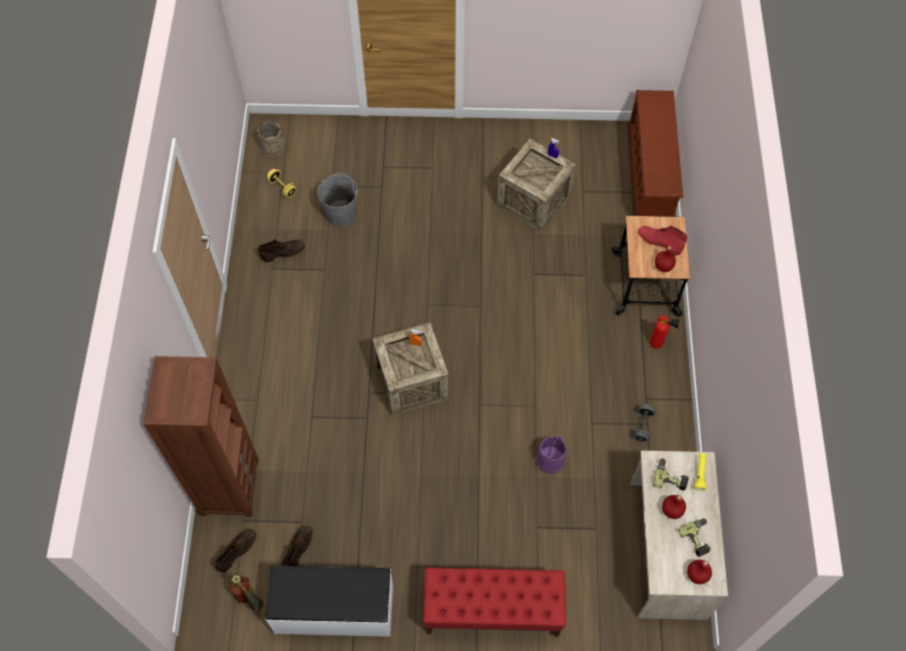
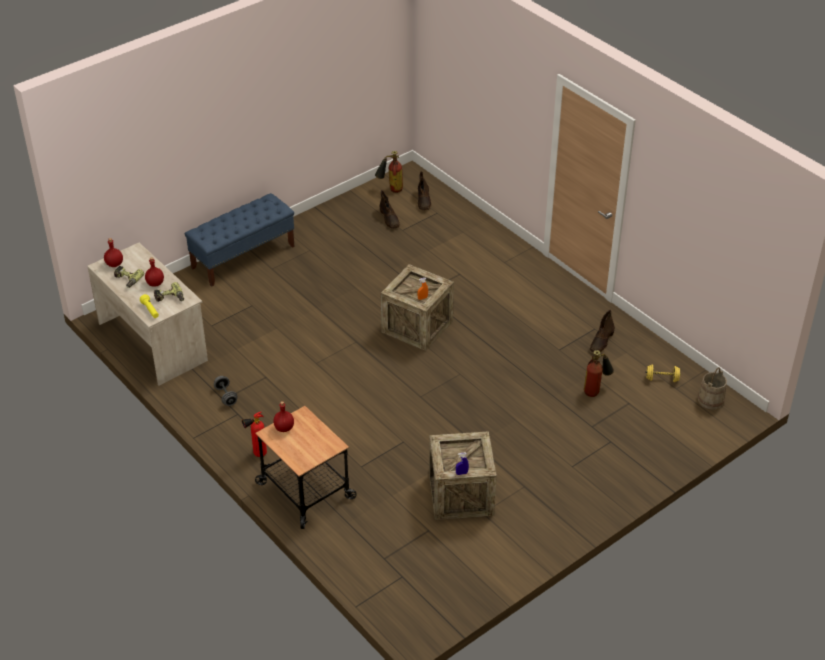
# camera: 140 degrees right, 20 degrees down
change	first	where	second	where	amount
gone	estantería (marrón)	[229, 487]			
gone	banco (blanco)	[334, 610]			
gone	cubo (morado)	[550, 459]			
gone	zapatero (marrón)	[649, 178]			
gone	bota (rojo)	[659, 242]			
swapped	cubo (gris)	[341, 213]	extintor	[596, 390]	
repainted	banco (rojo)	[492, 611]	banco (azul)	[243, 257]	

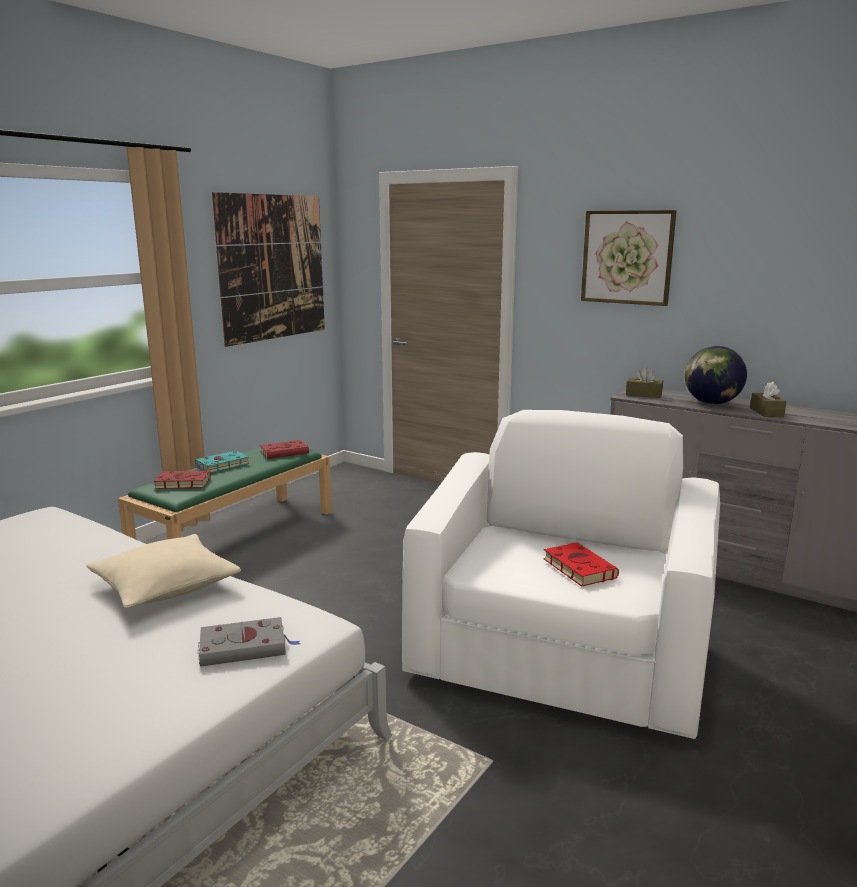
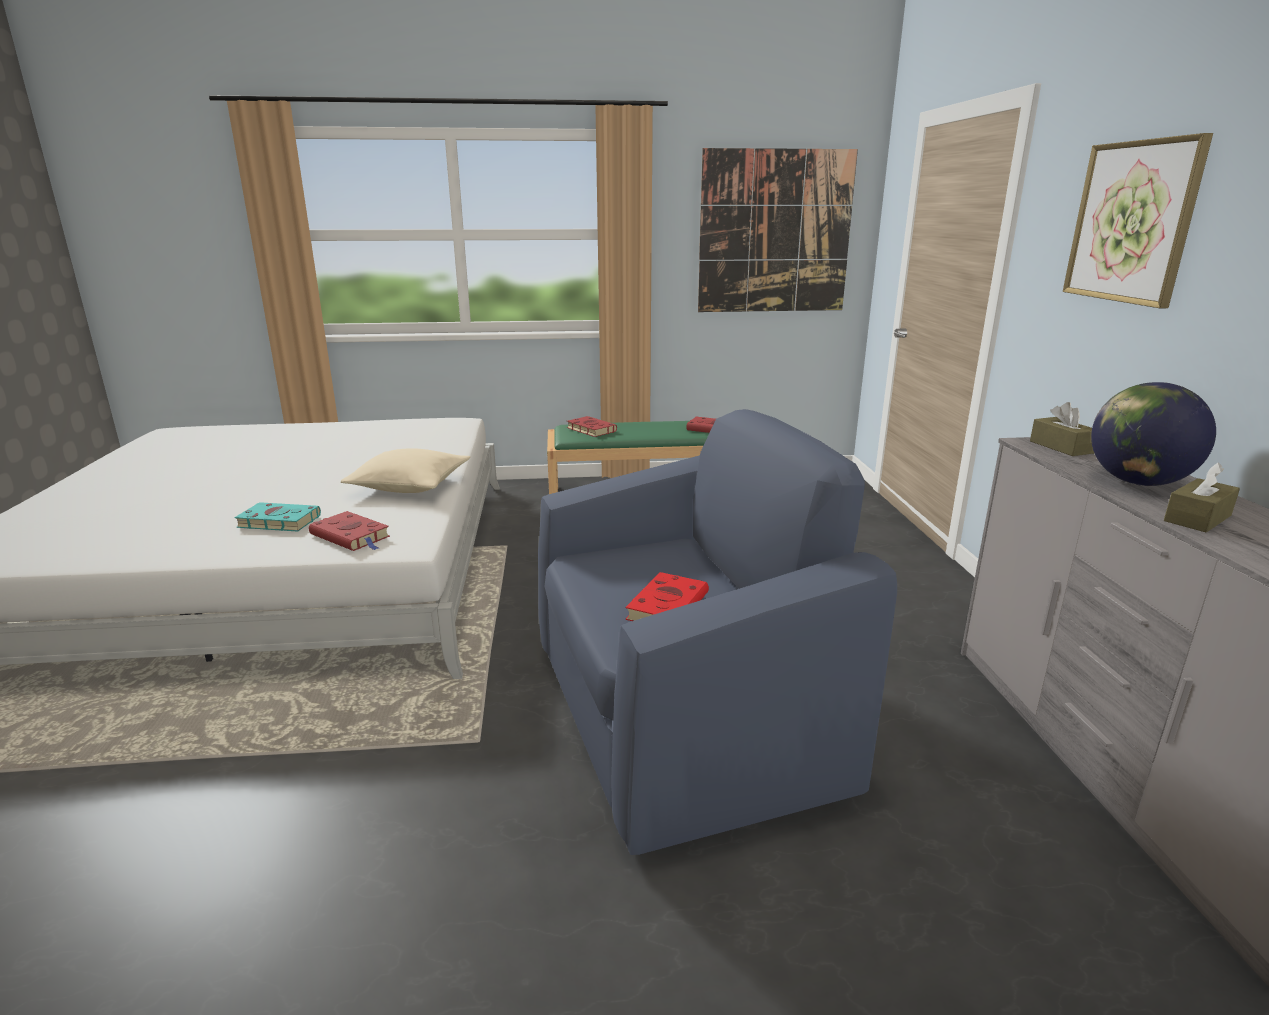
# camera: 50 degrees right, 5 degrees up
change	first	where	second	where	amount
shifted	libro (turquesa)	[221, 465]		[277, 521]	
repainted	libro (gris)	[246, 647]	libro (rojo)	[352, 536]	
repainted	sillón (blanco)	[559, 661]	sillón (azul)	[681, 716]	

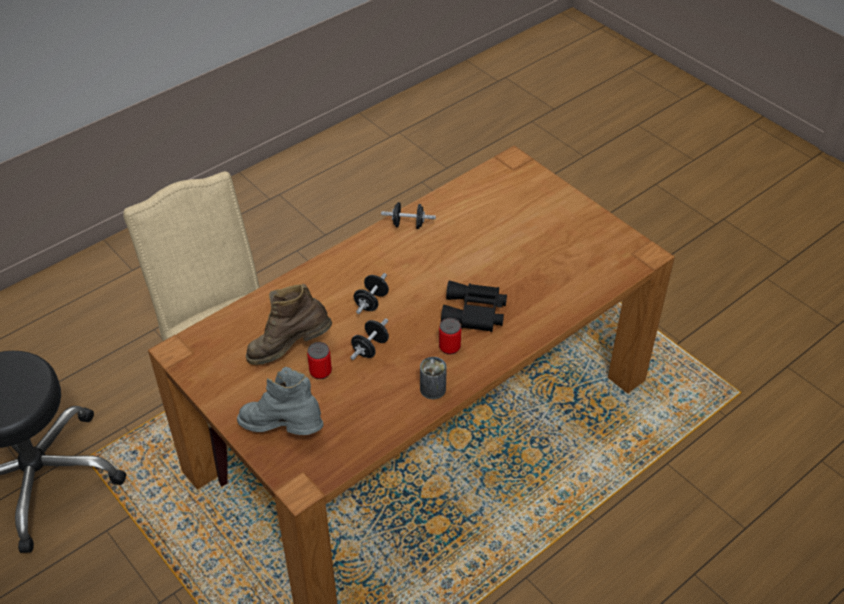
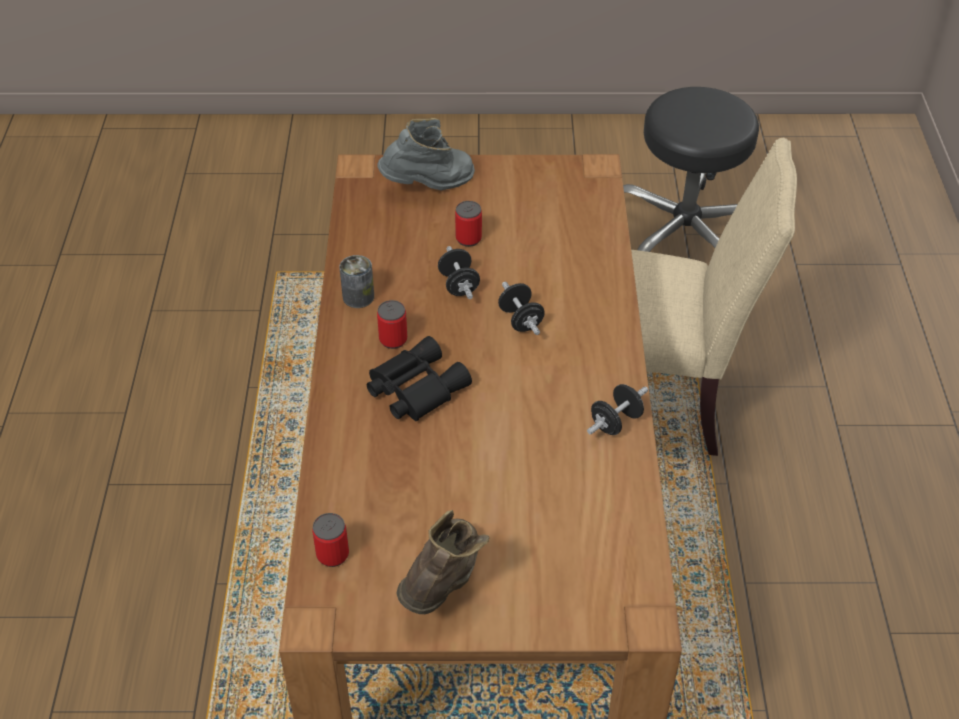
# camera: 130 degrees right, 0 degrees up
change	first	where	second	where	amount
new			lata	[332, 554]	
shifted	bota (marrón)	[289, 349]		[444, 584]	

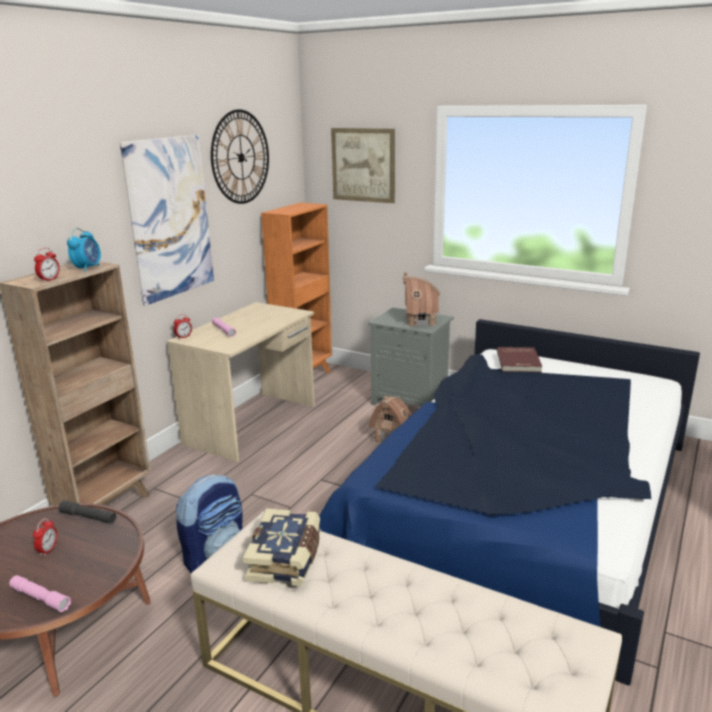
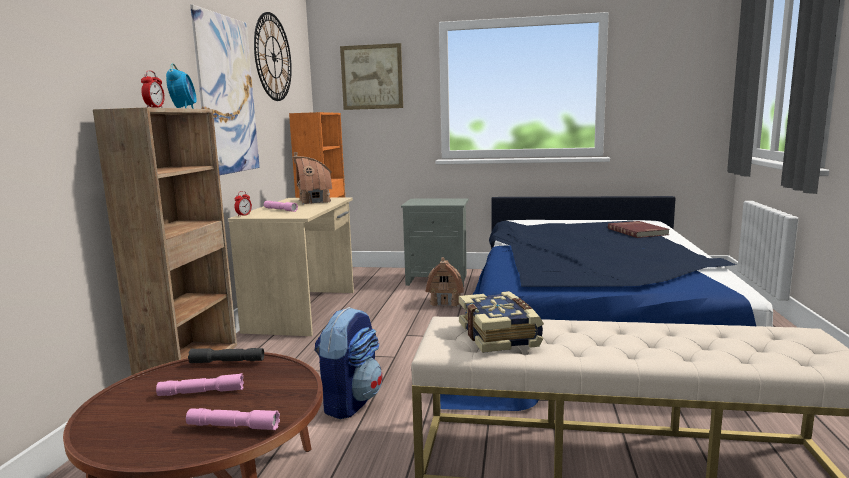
# camera: 20 degrees left, 10 degrees down
change	first	where	second	where	amount
shifted	casita	[420, 321]		[314, 201]	
shifted	libro (rojo)	[519, 362]		[638, 231]	
swapped	despertador	[48, 550]	linterna (rosa)	[201, 392]	

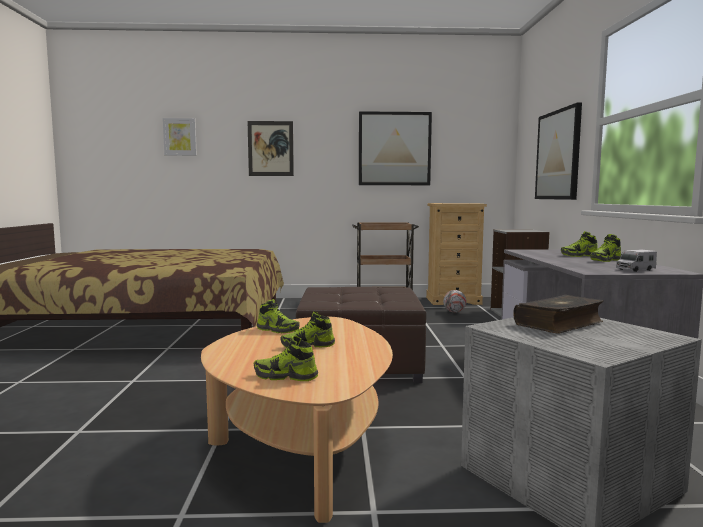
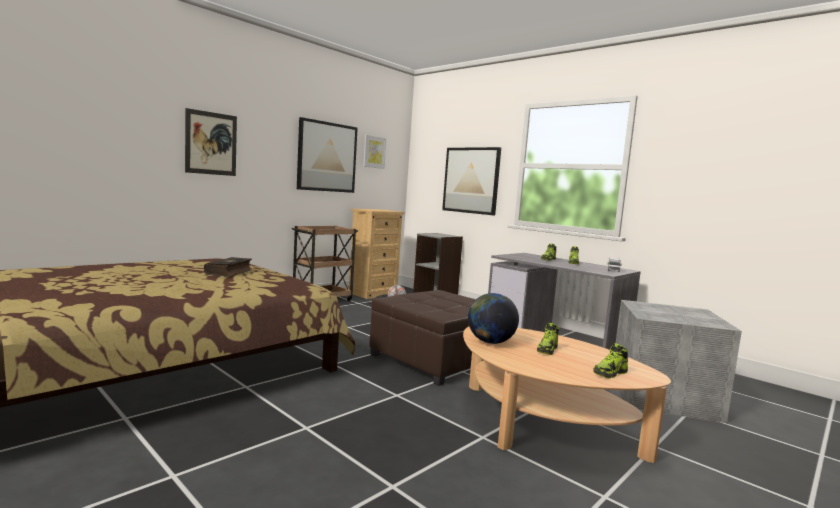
# camera: 45 degrees left, 0 degrees up
change	first	where	second	where	amount
shifted	cuadro	[180, 137]		[374, 152]	
shifted	libro	[559, 324]		[229, 272]	
swapped	zapato	[278, 330]	globo terráqueo	[490, 342]	

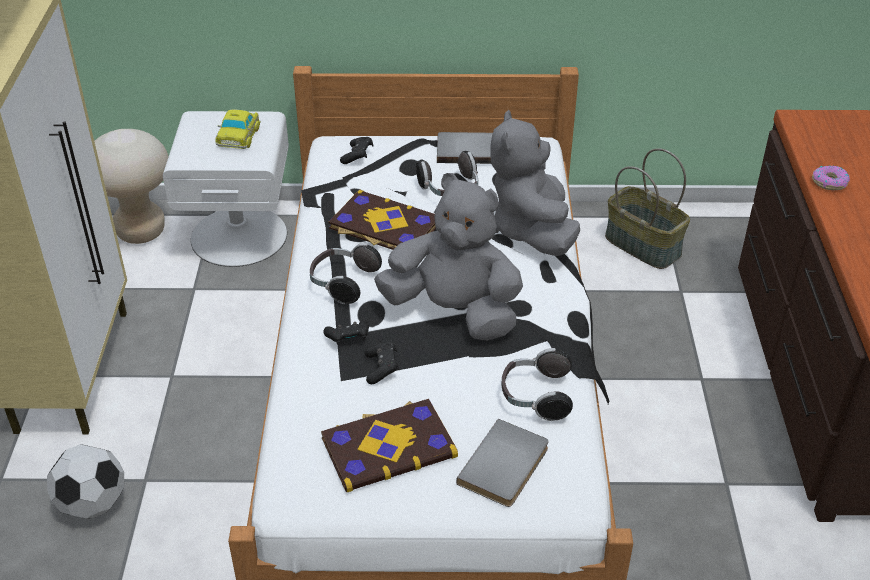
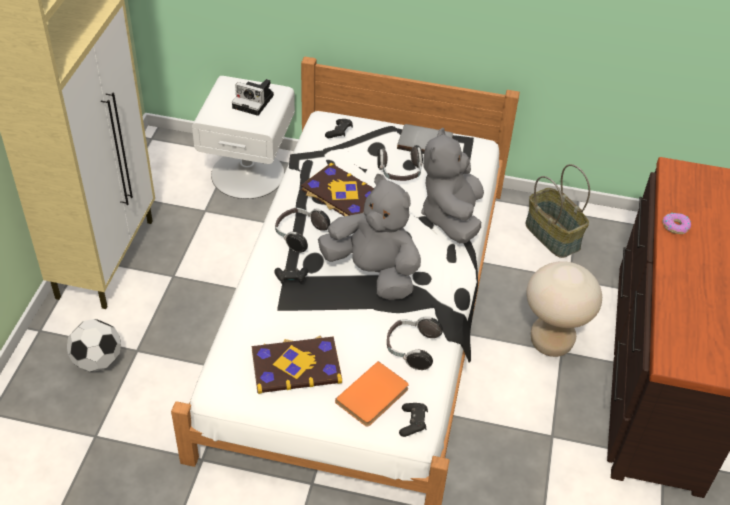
# camera: 10 degrees right, 5 degrees up
change	first	where	second	where	amount
shifted	taburete (beis)	[141, 231]		[551, 342]	
shifted	mando de consola (negro)	[382, 368]		[413, 423]	
swapped	coche de juguete	[239, 135]	cámara	[255, 102]	
repainted	libro (gris)	[506, 466]	libro (naranja)	[374, 397]	

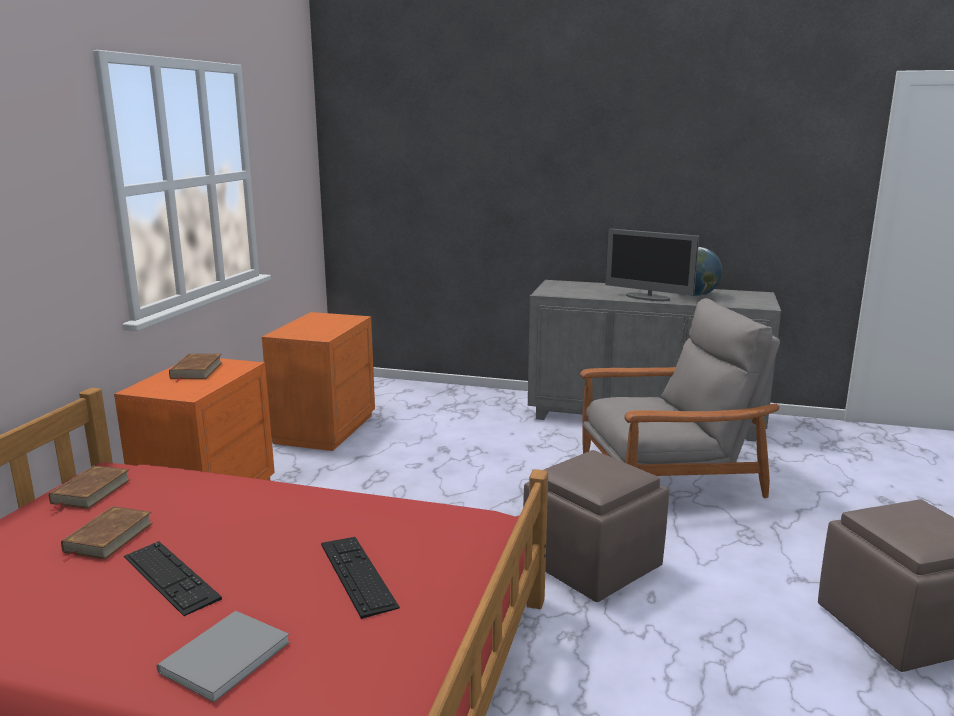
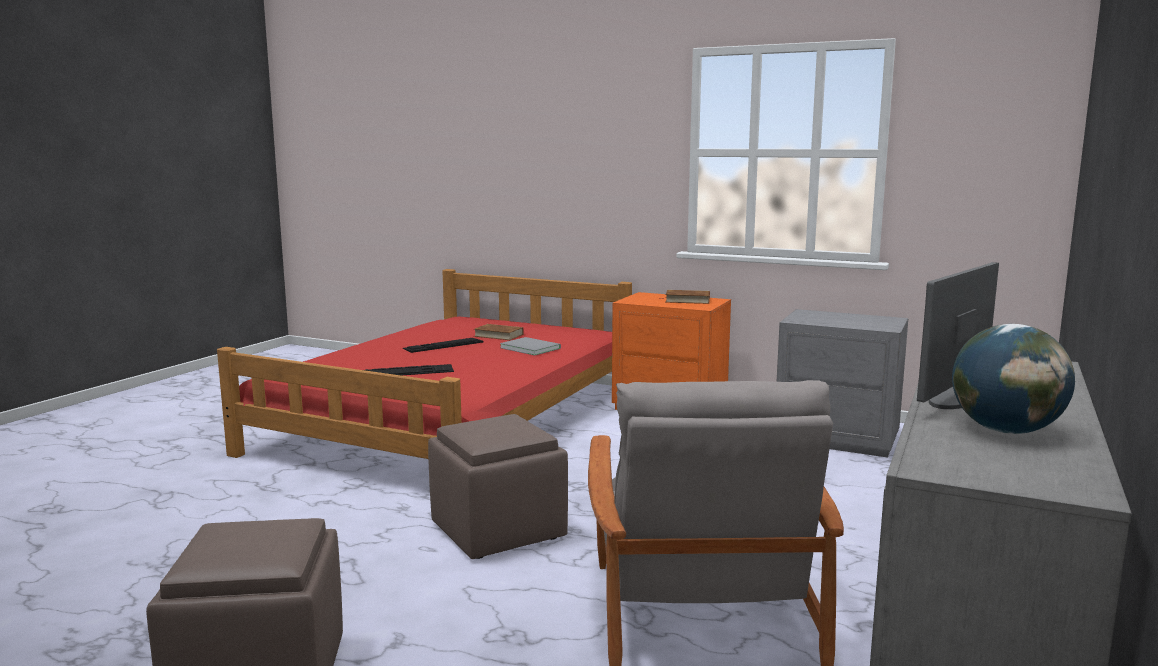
# camera: 100 degrees right, 5 degrees down
change	first	where	second	where	amount
gone	libro (marrón)	[90, 491]			
shifted	libro (gris)	[221, 658]		[530, 347]	
repainted	mesita de noche (naranja)	[323, 429]	mesita de noche (gris)	[837, 438]	

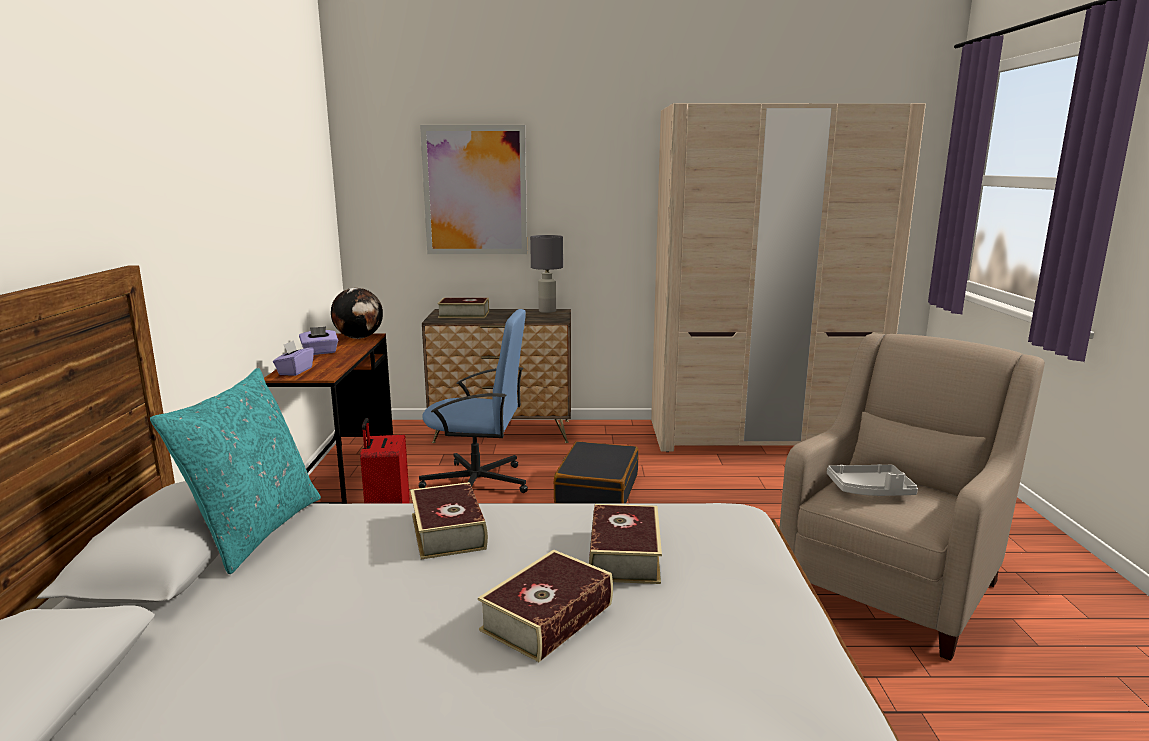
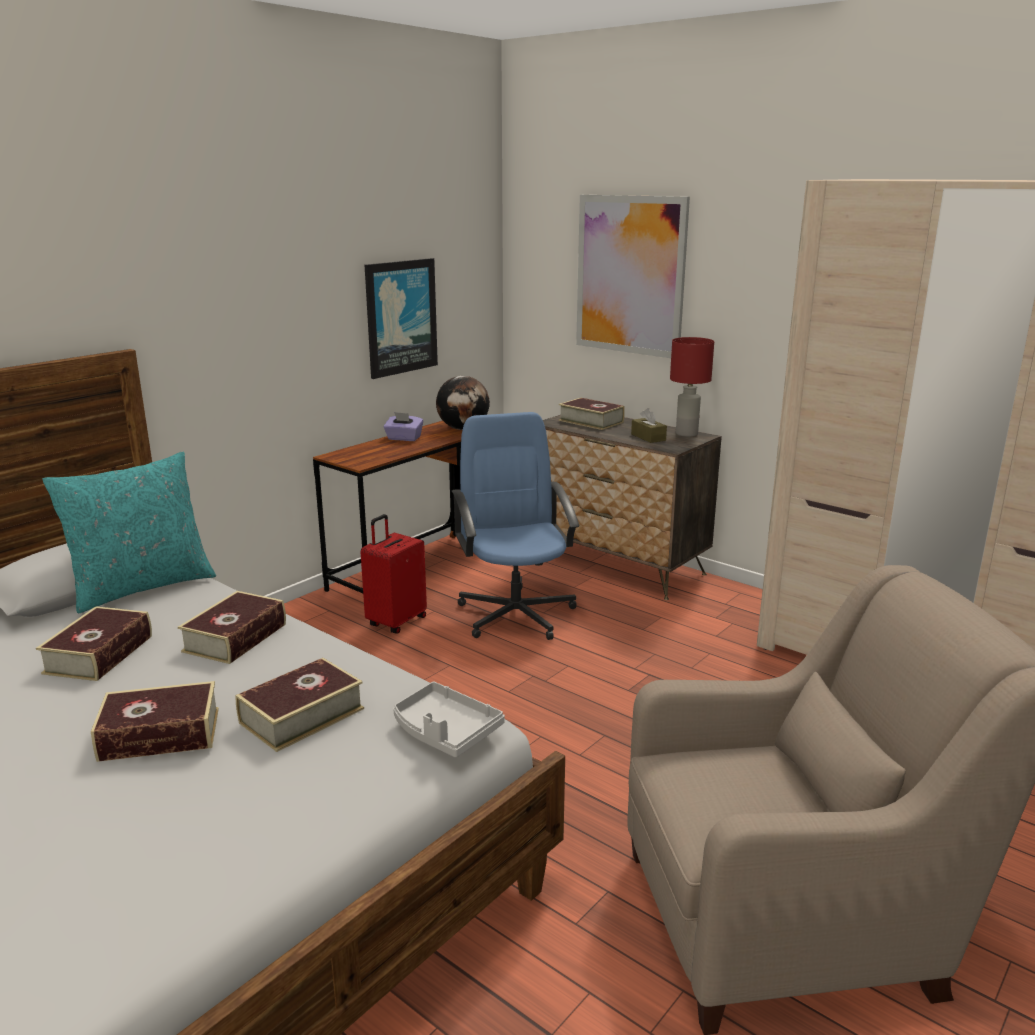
# camera: 40 degrees right, 5 degrees up
change	first	where	second	where	amount
gone	caja de pañuelos (morado)	[295, 371]			
gone	maleta (negro)	[596, 489]			
new			libro	[99, 654]	
new			cuadro	[400, 317]	
new			caja de pañuelos (marrón)	[648, 437]	
shifted	bandeja (gris)	[870, 490]		[445, 731]	
repainted	lámpara de mesa (gris)	[546, 311]	lámpara de mesa (rojo)	[686, 434]	
rotated	silla de oficina (azul)	[478, 483]		[516, 614]	150 degrees counterclockwise

